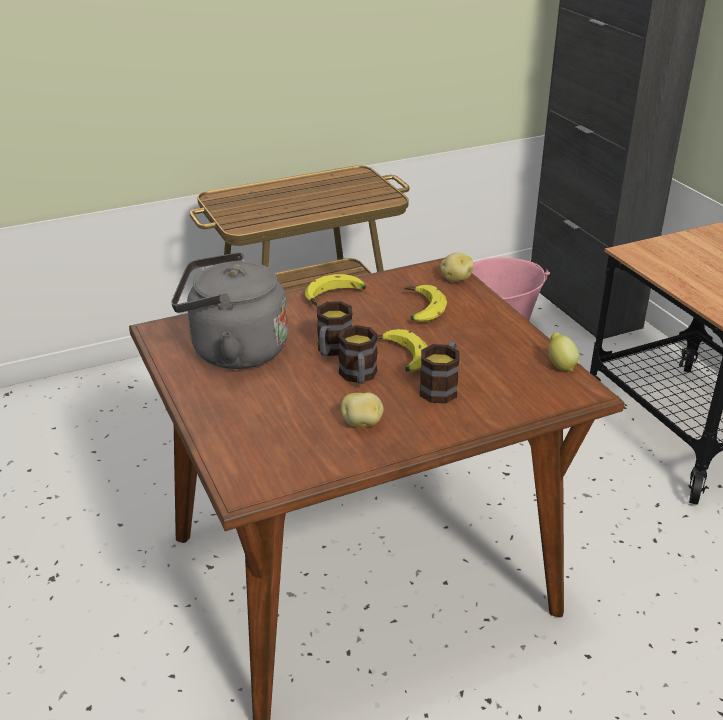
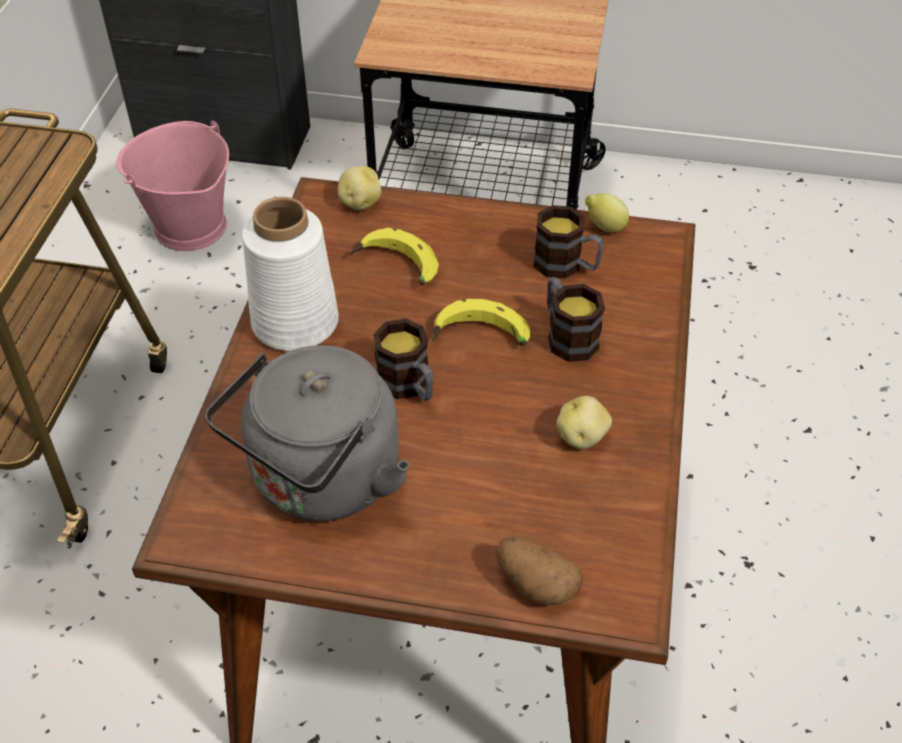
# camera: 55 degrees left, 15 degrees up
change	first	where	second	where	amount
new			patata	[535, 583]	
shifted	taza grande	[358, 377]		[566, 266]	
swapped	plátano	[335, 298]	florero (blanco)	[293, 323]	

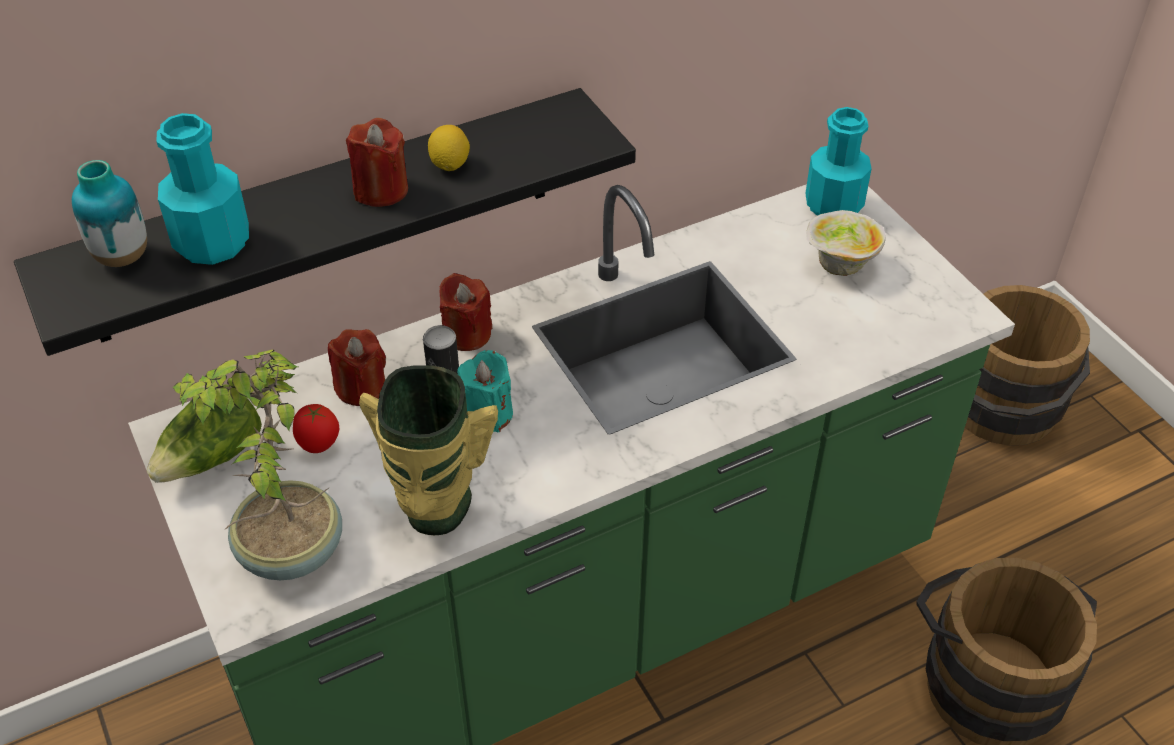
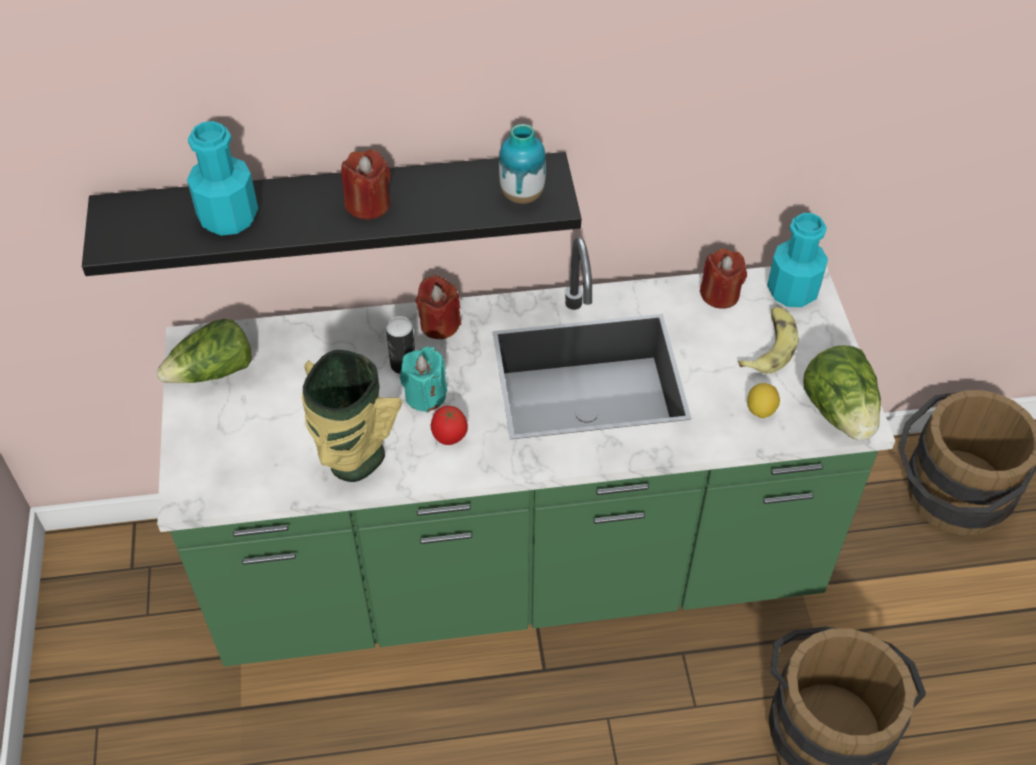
# camera: 20 degrees right, 5 degrees up
change	first	where	second	where	amount
gone	planta en maceta	[288, 552]			
new			lechuga	[840, 412]	
shifted	florero	[122, 256]		[522, 195]	
shifted	tomate	[319, 445]		[449, 438]	
shifted	vela (rojo)	[361, 388]		[720, 294]	
shifted	limón	[450, 164]		[760, 410]	
swapped	cuenco	[839, 265]	plátano	[769, 346]	

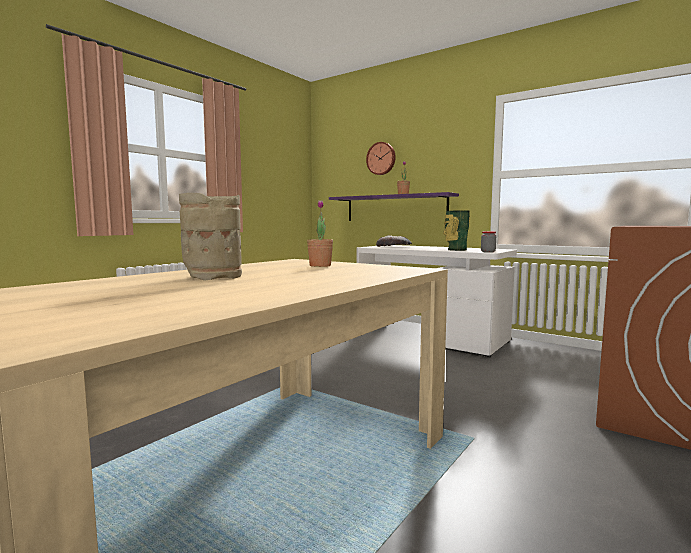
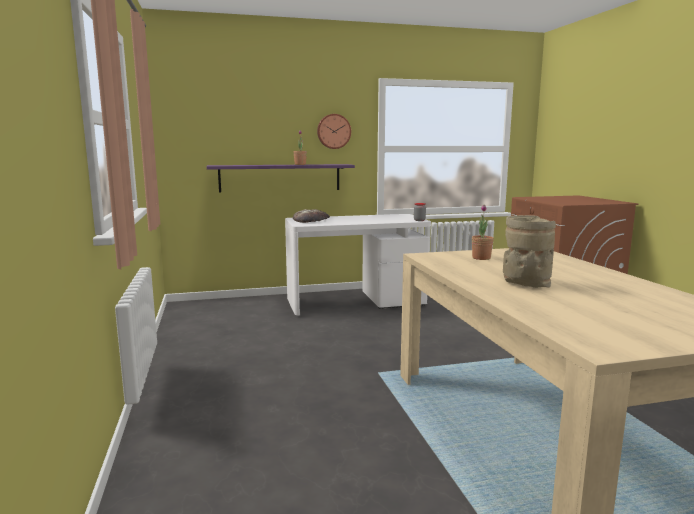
# camera: 50 degrees left, 5 degrees up
change	first	where	second	where	amount
gone	florero	[456, 250]			
shifted	reloj de pared	[381, 158]		[333, 131]	

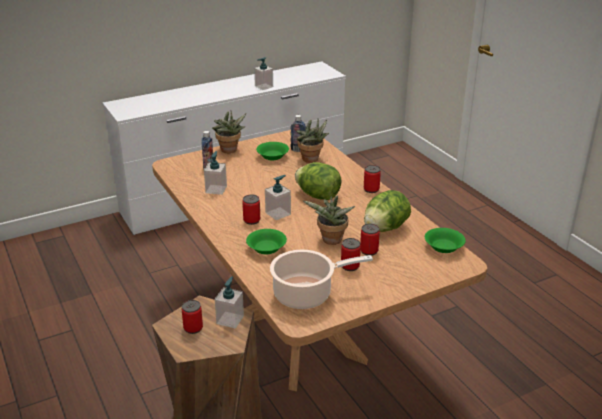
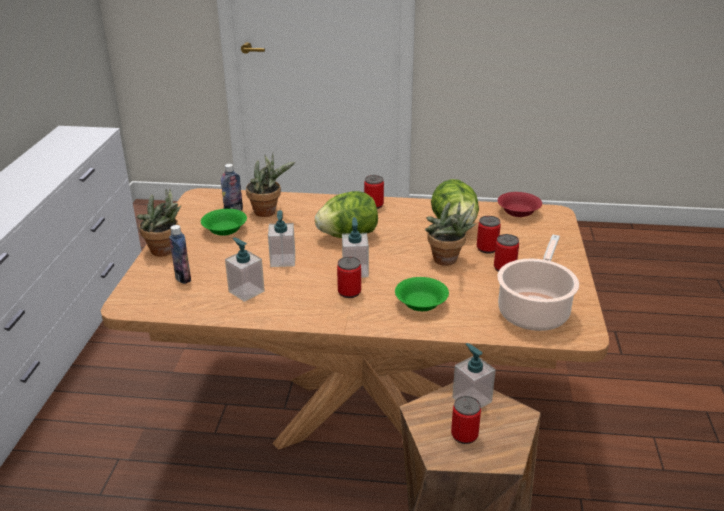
# camera: 55 degrees left, 0 degrees up
change	first	where	second	where	amount
shifted	dispensador de jabón	[263, 86]		[283, 260]	
repainted	cuenco (verde)	[443, 248]	cuenco (rojo)	[518, 212]	

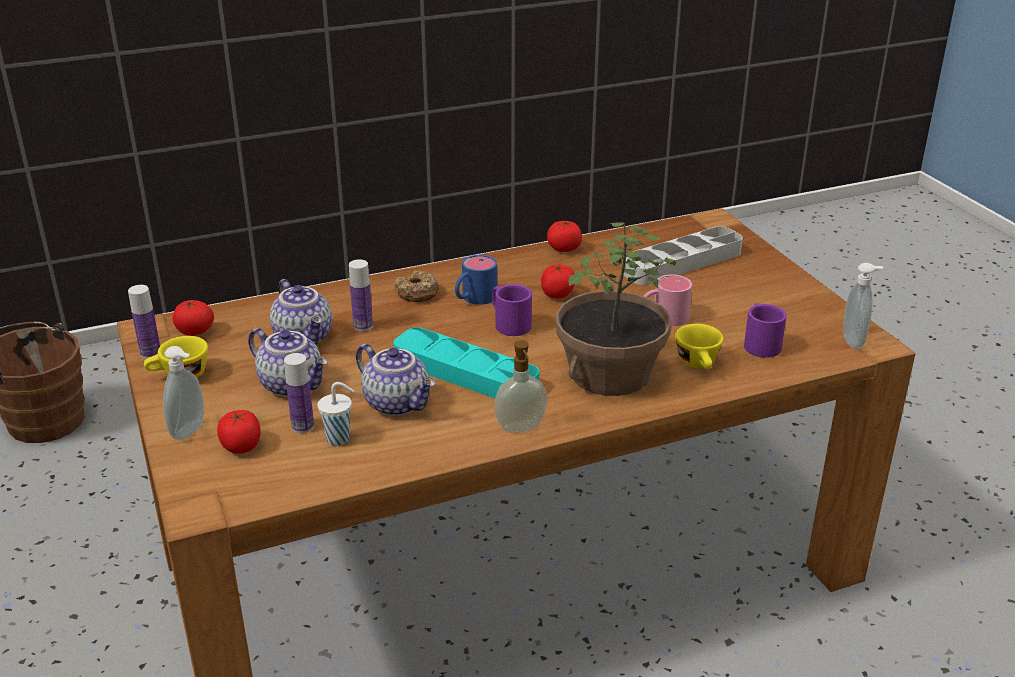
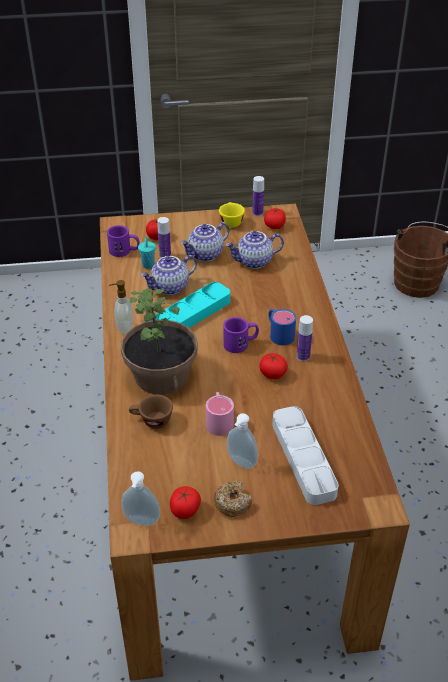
# camera: 105 degrees right, 10 degrees up
change	first	where	second	where	amount
shifted	dispensador de jabón	[190, 432]		[240, 463]	
shifted	botella	[363, 326]		[303, 356]	
shifted	rosquilla	[417, 293]		[232, 503]	
shifted	tomate	[564, 248]		[185, 510]	
shifted	taza grande (morado)	[760, 343]		[124, 251]	
repainted	taza (blanco)	[339, 439]	taza (turquesa)	[148, 266]	
repainted	taza (amarillo)	[699, 365]	taza (marrón)	[151, 421]	

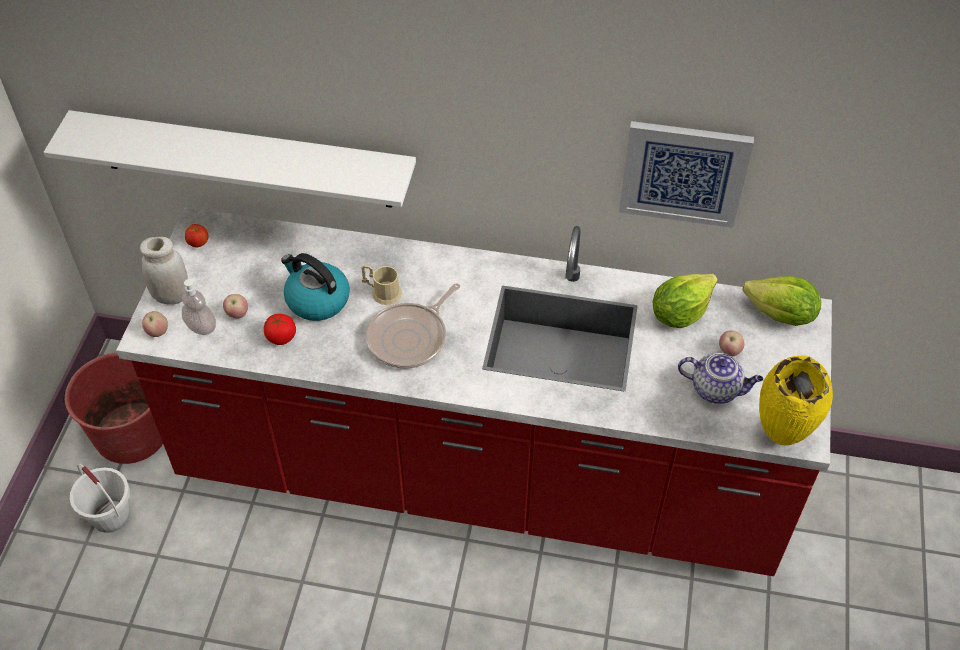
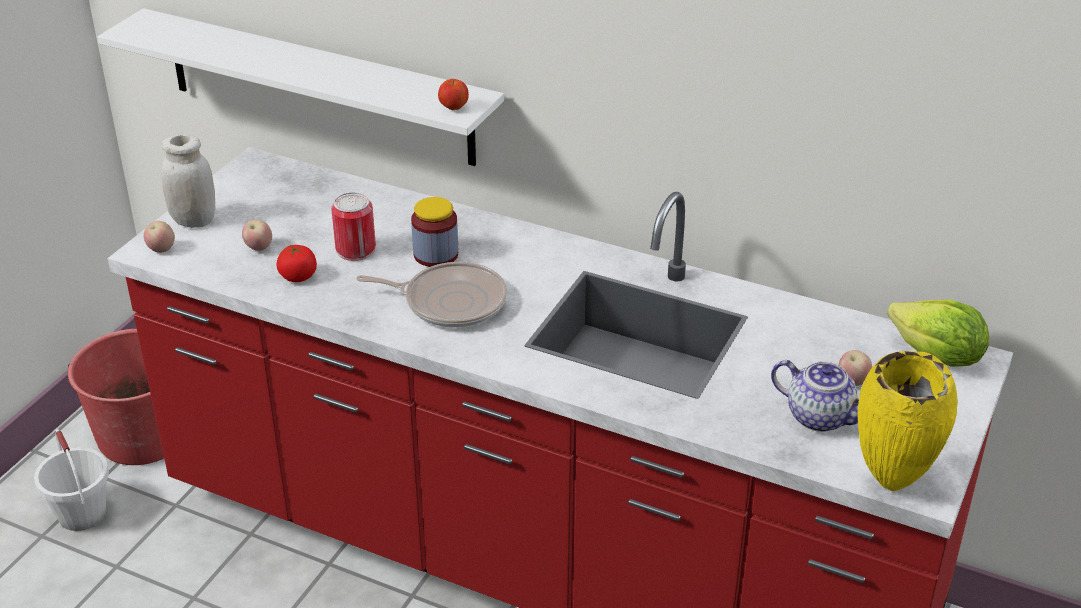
# camera: 15 degrees right, 15 degrees down
change	first	where	second	where	amount
gone	dispensador de jabón	[201, 327]			
gone	cuadro	[684, 173]			
gone	lechuga	[680, 313]			
shifted	manzana	[198, 243]		[453, 107]	
swapped	hervidor	[316, 300]	lata	[355, 249]	
swapped	taza grande (beis)	[382, 292]	tarro	[436, 254]	
rotated	sartén	[410, 338]		[450, 302]	135 degrees counterclockwise

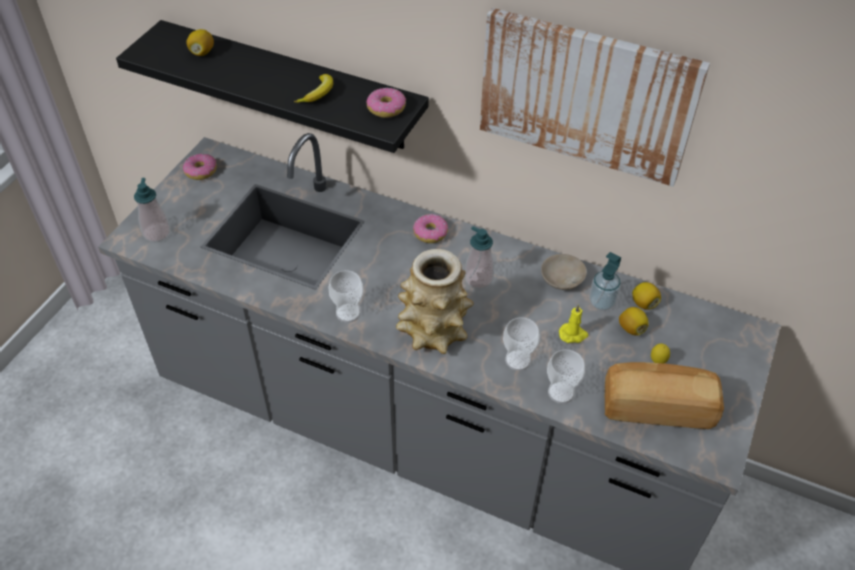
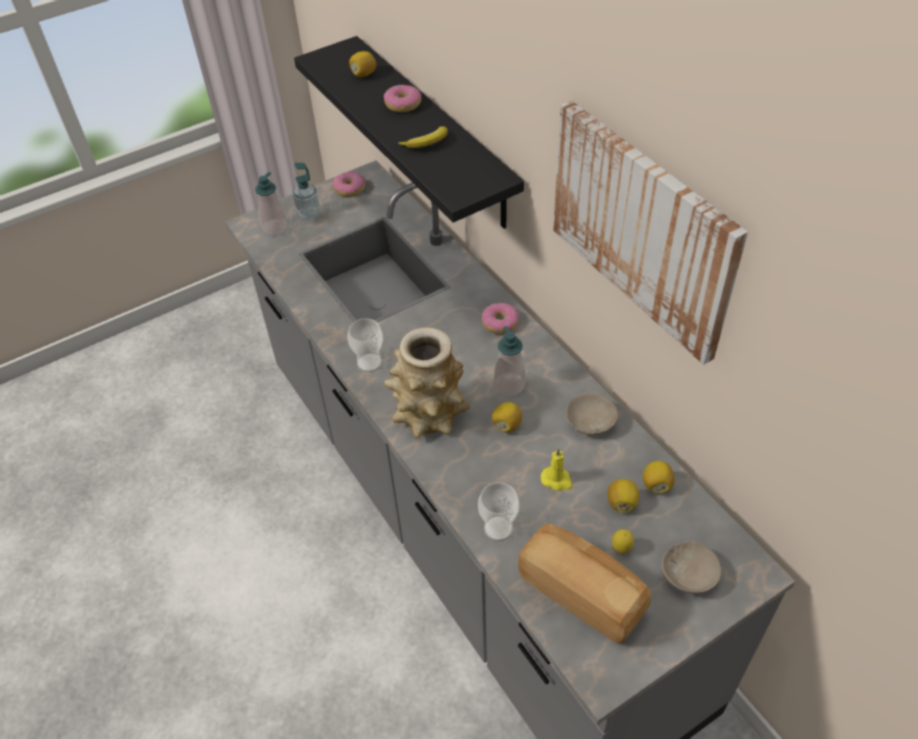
# camera: 35 degrees right, 0 degrees up
change	first	where	second	where	amount
gone	taza	[518, 360]			
new			limón	[507, 425]	
new			cuenco (beis)	[689, 577]	
shifted	rosquilla	[386, 108]		[403, 104]	
shifted	dispensador de jabón	[601, 302]		[309, 214]	

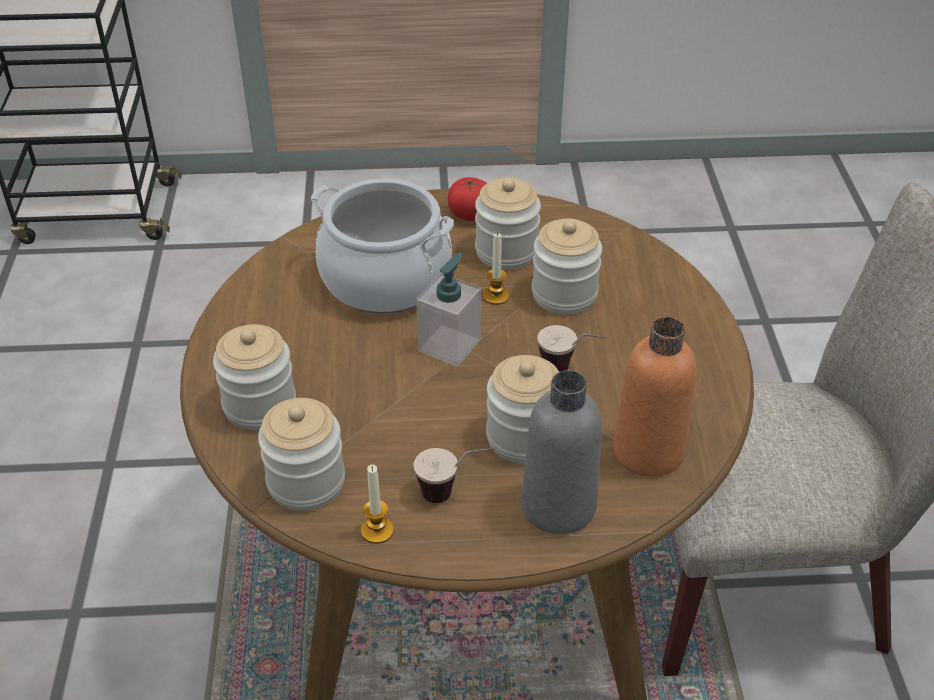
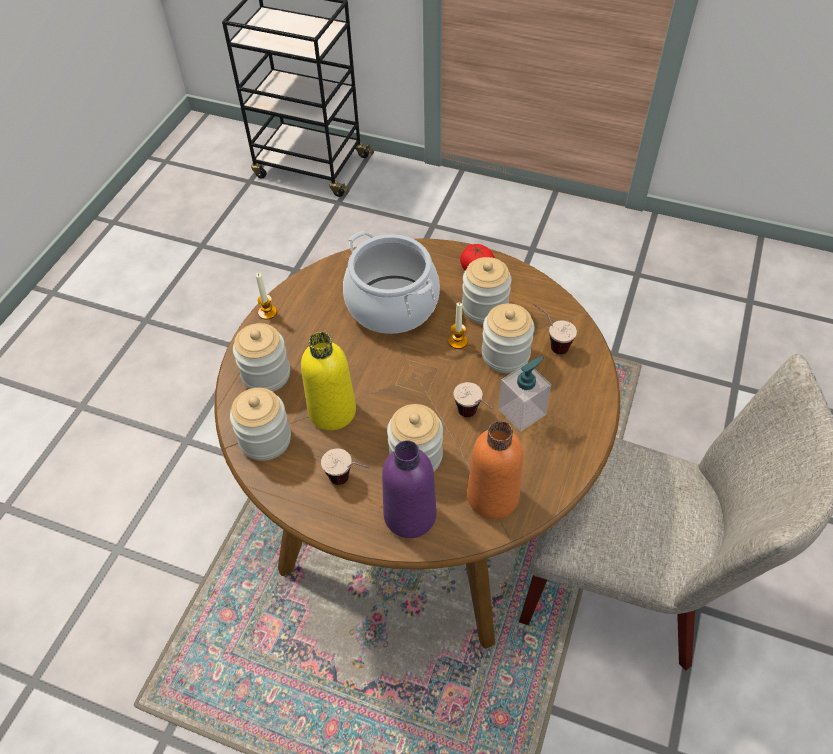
# camera: 25 degrees right, 10 degrees up
change	first	where	second	where	amount
new			botella (amarillo)	[332, 411]	
new			taza	[550, 343]	
shifted	vela	[377, 530]		[267, 312]	
shifted	dispensador de jabón	[449, 345]		[522, 412]	
repainted	botella (gris)	[558, 506]	botella (morado)	[410, 515]	

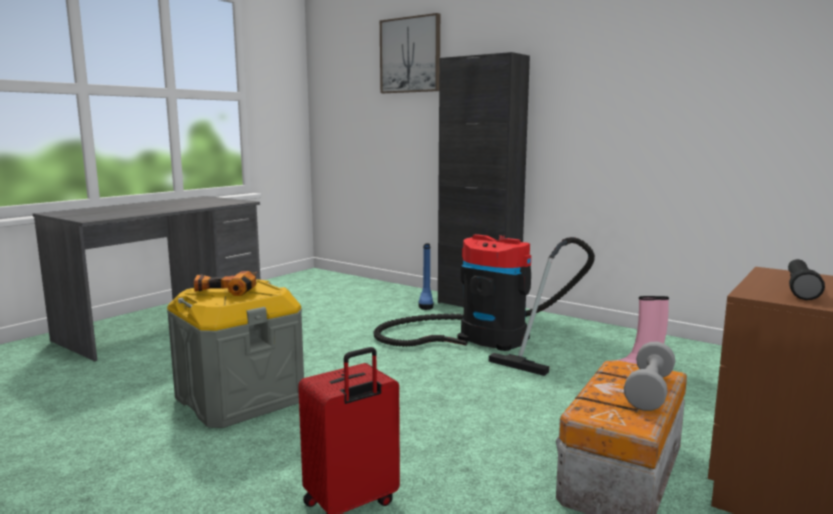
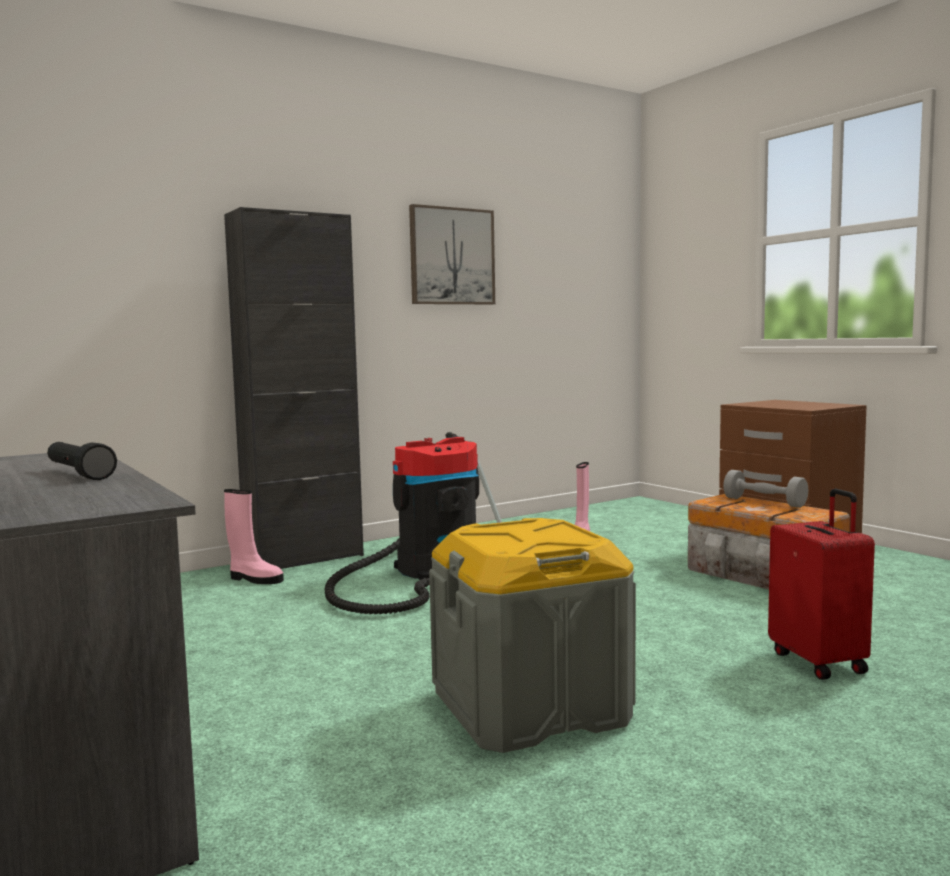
# camera: 70 degrees left, 5 degrees down
change	first	where	second	where	amount
gone	taladro	[227, 289]			
shifted	cuadro	[410, 55]		[451, 256]	
shifted	linterna (negro)	[800, 289]		[78, 474]	
repainted	bota (azul)	[426, 304]	bota (rosa)	[254, 579]	

